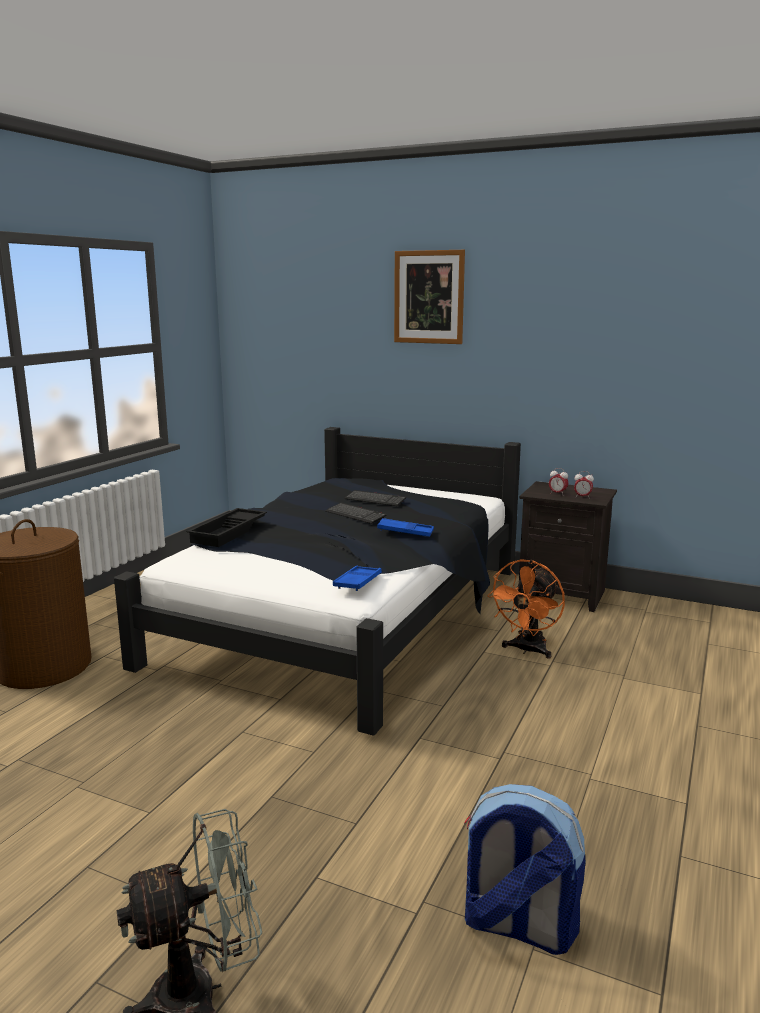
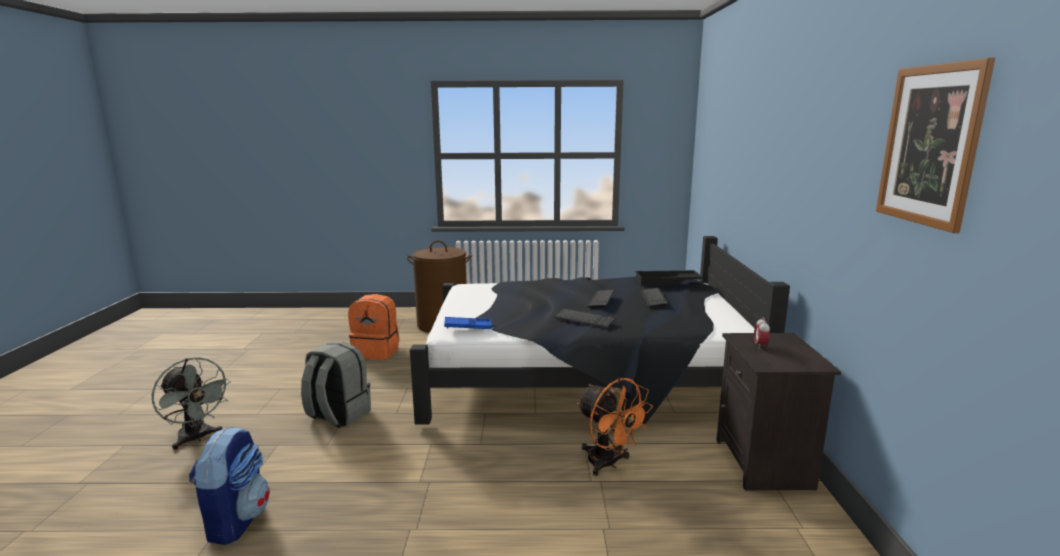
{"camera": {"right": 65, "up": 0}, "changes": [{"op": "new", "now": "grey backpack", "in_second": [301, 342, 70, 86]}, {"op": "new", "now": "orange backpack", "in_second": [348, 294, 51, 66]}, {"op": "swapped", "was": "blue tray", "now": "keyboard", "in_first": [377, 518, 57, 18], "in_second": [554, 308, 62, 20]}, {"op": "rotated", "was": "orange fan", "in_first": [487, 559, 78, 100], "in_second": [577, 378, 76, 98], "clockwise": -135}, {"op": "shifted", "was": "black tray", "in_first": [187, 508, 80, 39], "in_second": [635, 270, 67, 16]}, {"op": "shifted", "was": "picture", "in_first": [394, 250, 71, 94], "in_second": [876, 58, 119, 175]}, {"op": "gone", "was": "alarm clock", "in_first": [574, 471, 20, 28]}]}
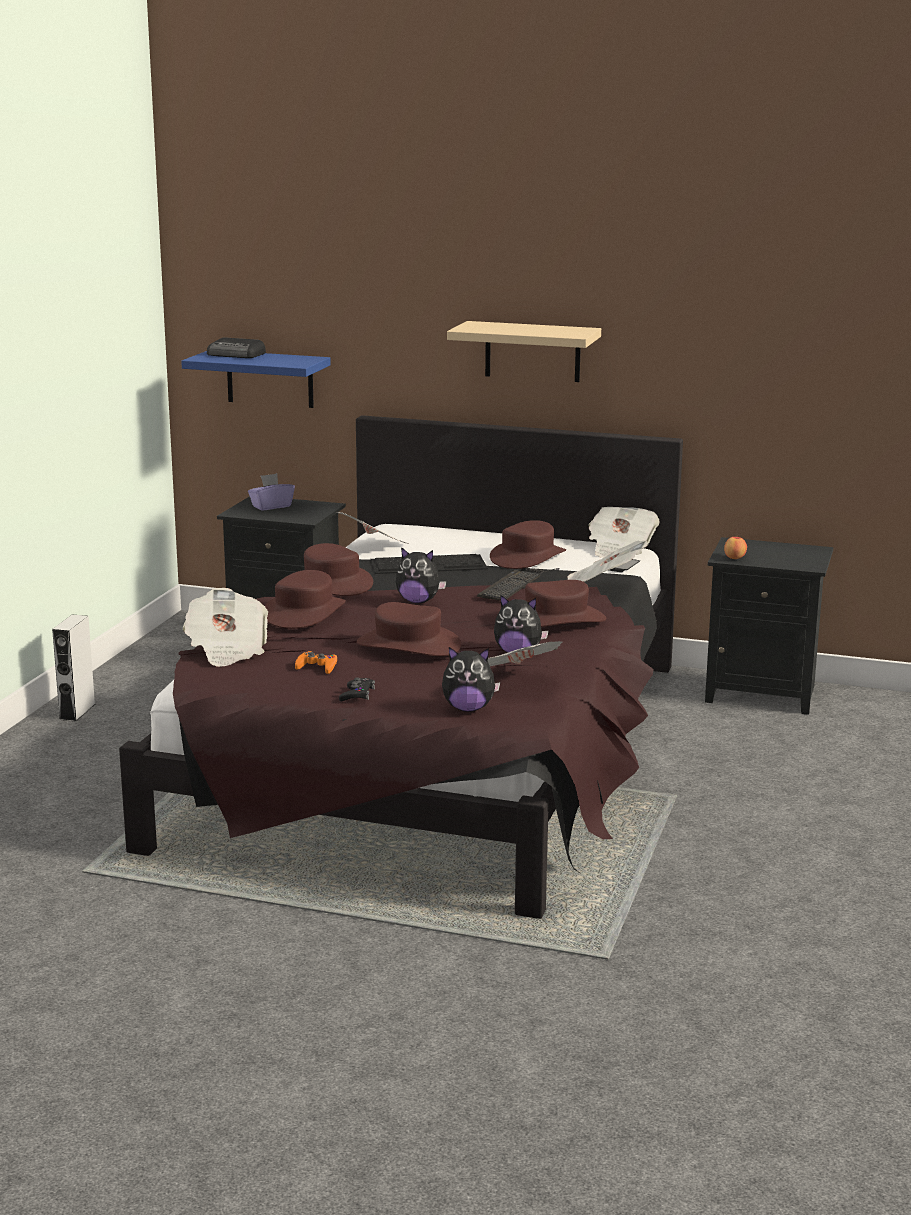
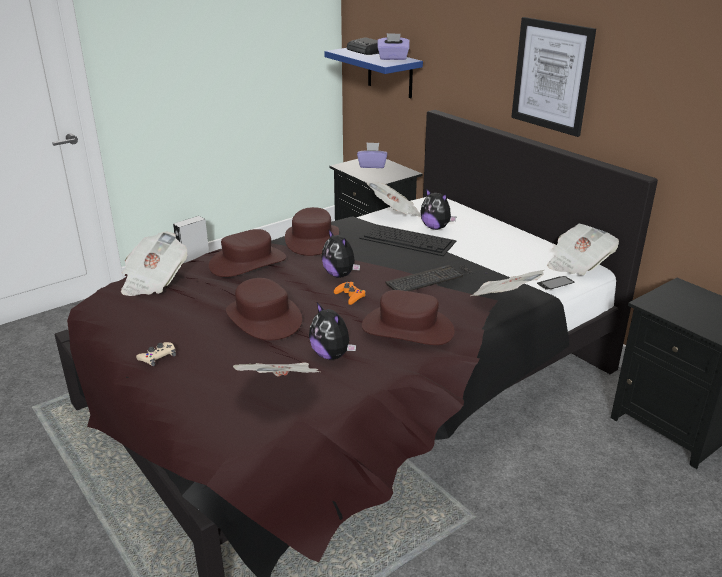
{"camera": {"right": 35, "up": 10}, "changes": [{"op": "repainted", "was": "black game controller", "now": "beige game controller", "in_first": [339, 677, 36, 24], "in_second": [136, 342, 40, 24]}, {"op": "shifted", "was": "orange game controller", "in_first": [295, 651, 42, 23], "in_second": [334, 282, 32, 23]}, {"op": "new", "now": "purple tissue box", "in_second": [378, 33, 32, 27]}, {"op": "shifted", "was": "plush toy", "in_first": [442, 647, 58, 65], "in_second": [420, 188, 36, 42]}, {"op": "swapped", "was": "beige shelf", "now": "picture", "in_first": [447, 321, 154, 61], "in_second": [511, 17, 85, 120]}, {"op": "gone", "was": "brown hat", "in_first": [490, 520, 76, 49]}, {"op": "gone", "was": "apple", "in_first": [724, 537, 23, 22]}]}
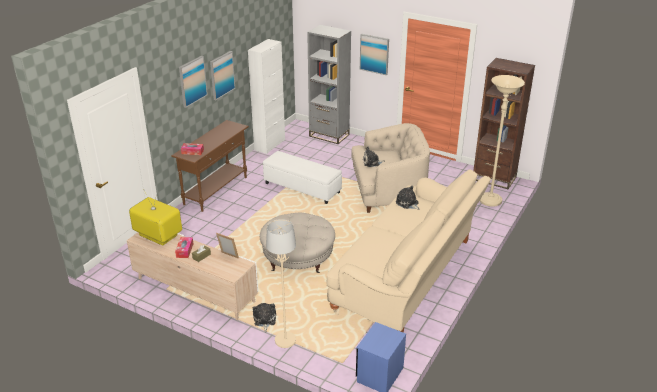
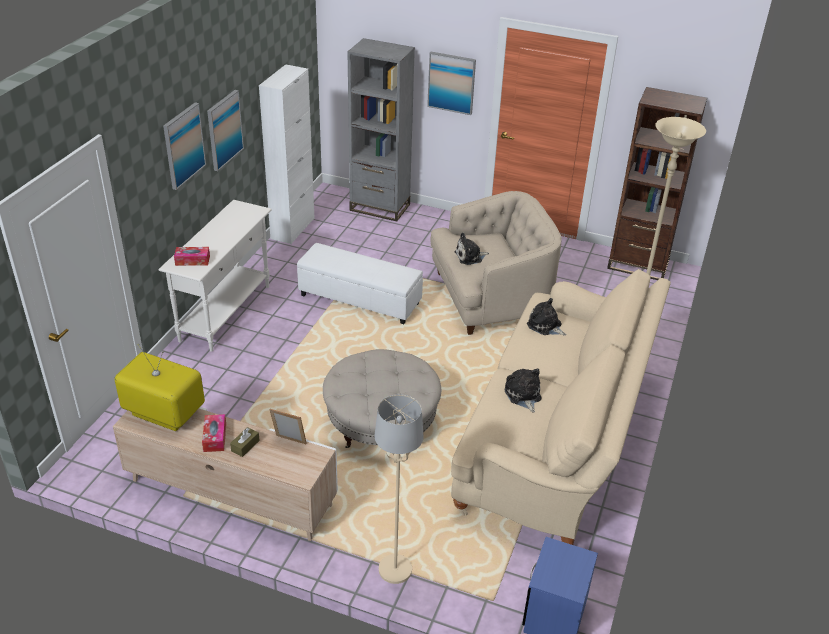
{"camera": {"right": -10, "up": 5}, "changes": [{"op": "repainted", "was": "brown console table", "now": "white console table", "in_first": [171, 120, 78, 92], "in_second": [159, 200, 113, 152]}, {"op": "shifted", "was": "plush toy", "in_first": [253, 303, 23, 29], "in_second": [505, 368, 36, 45]}]}
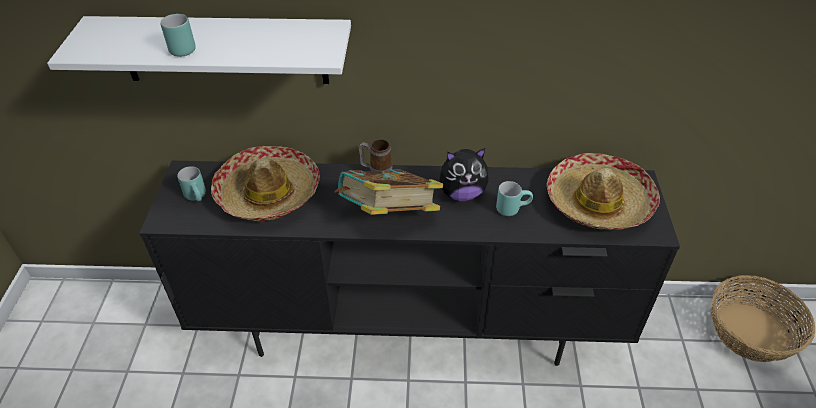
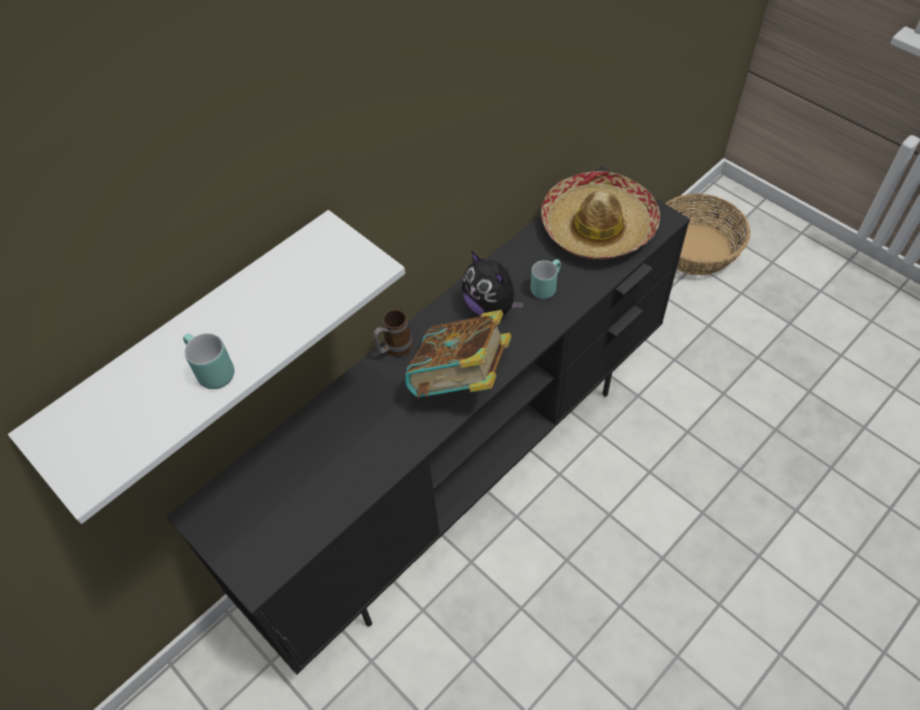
{"camera": {"right": -45, "up": 10}, "changes": [{"op": "rotated", "was": "plush toy", "in_first": [439, 148, 49, 53], "in_second": [462, 250, 62, 66], "clockwise": 105}, {"op": "gone", "was": "turquoise mug", "in_first": [177, 166, 29, 35]}, {"op": "gone", "was": "hat", "in_first": [211, 146, 109, 75]}]}
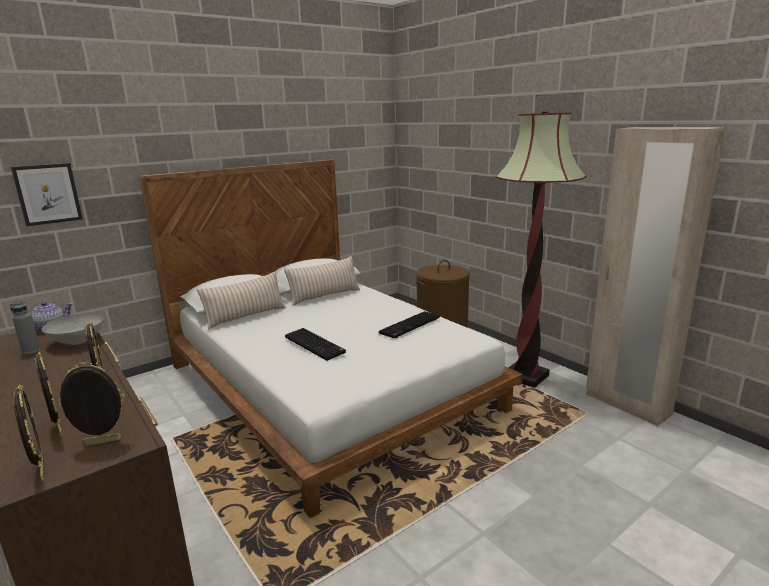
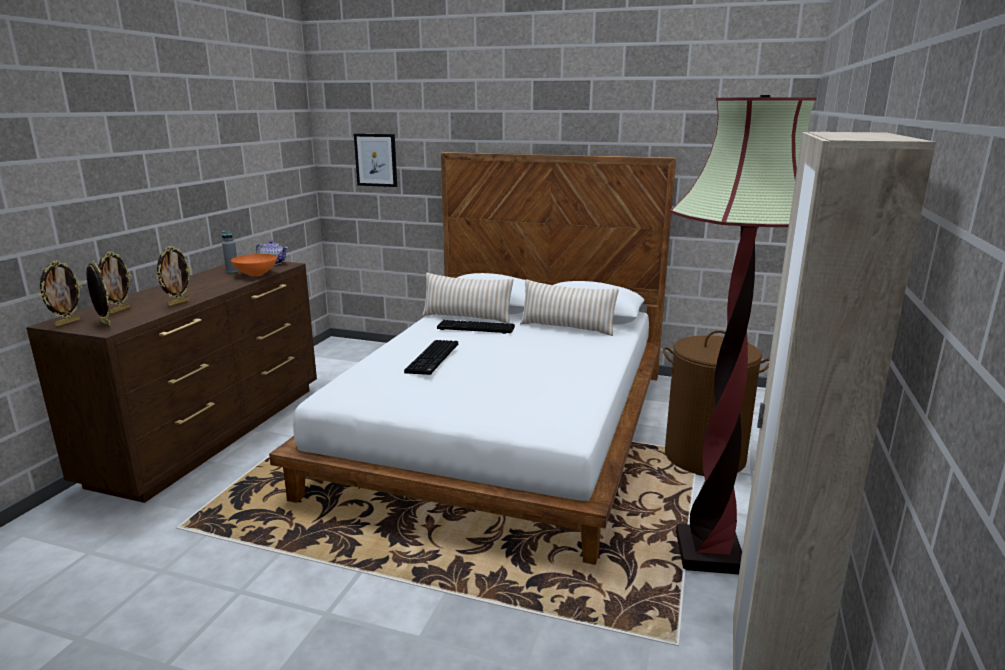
{"camera": {"right": 55, "up": 0}, "changes": [{"op": "repainted", "was": "grey bowl", "now": "orange bowl", "in_first": [42, 313, 62, 32], "in_second": [231, 254, 46, 22]}, {"op": "shifted", "was": "keyboard", "in_first": [379, 311, 61, 27], "in_second": [437, 320, 78, 14]}]}
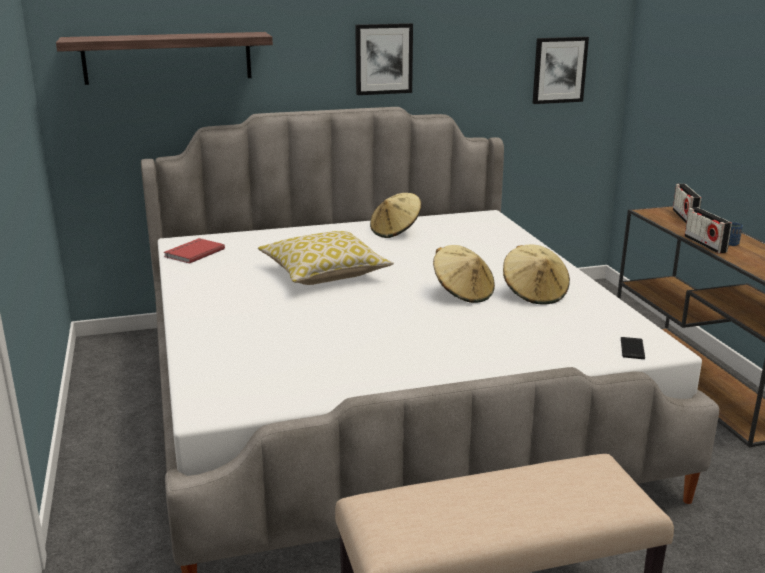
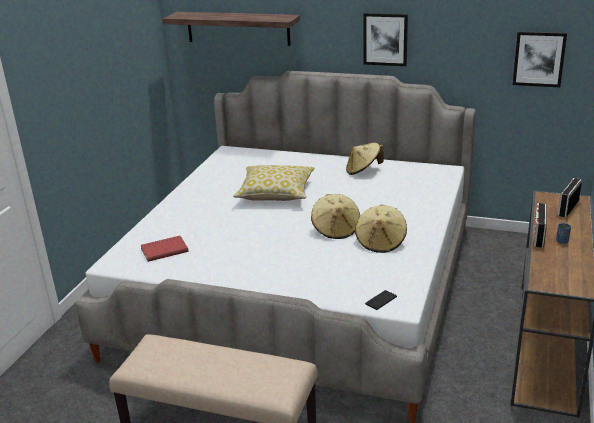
{"camera": {"right": 35, "up": 5}, "changes": [{"op": "shifted", "was": "red book", "in_first": [164, 238, 61, 26], "in_second": [141, 236, 48, 26]}]}
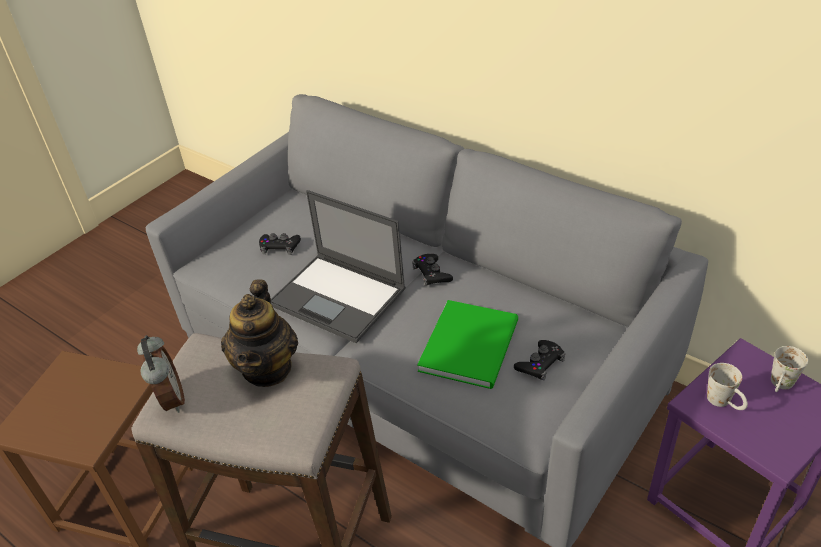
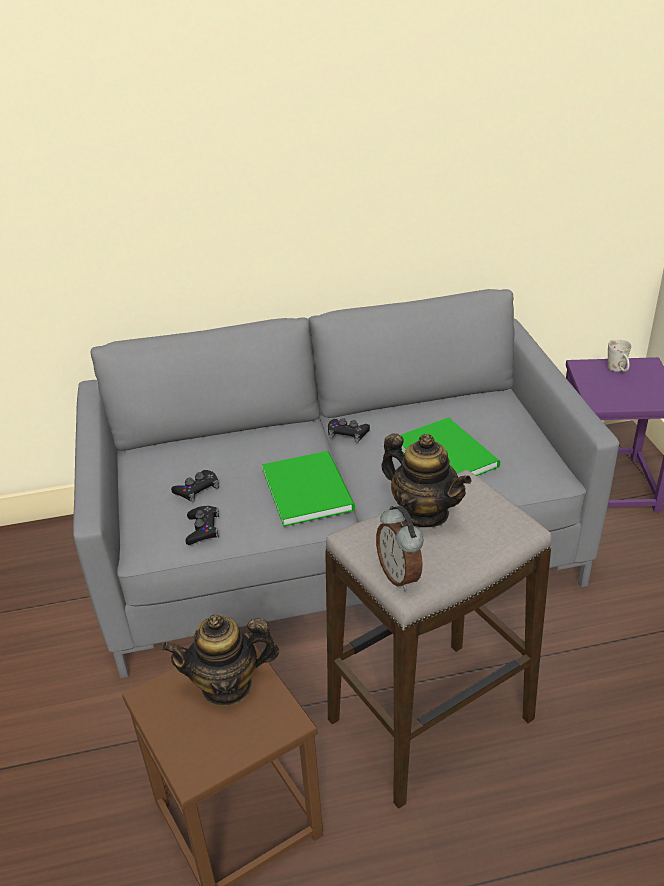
{"camera": {"right": -50, "up": -5}, "changes": [{"op": "new", "now": "teapot", "in_second": [162, 614, 117, 92]}, {"op": "shifted", "was": "black game controller", "in_first": [514, 340, 51, 41], "in_second": [185, 506, 34, 39]}, {"op": "swapped", "was": "laptop", "now": "green book", "in_first": [271, 190, 135, 153], "in_second": [262, 451, 93, 76]}, {"op": "rotated", "was": "alarm clock", "in_first": [137, 335, 48, 78], "in_second": [376, 506, 47, 85], "clockwise": -135}, {"op": "gone", "was": "white mug", "in_first": [707, 363, 41, 47]}]}
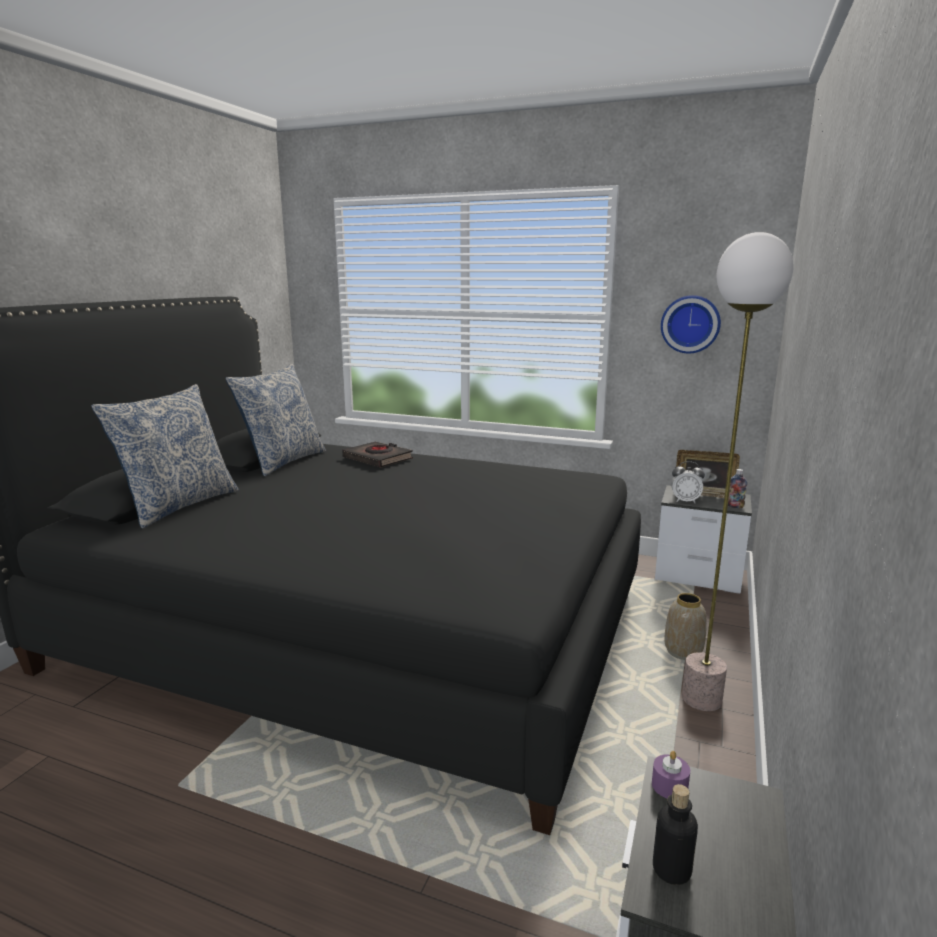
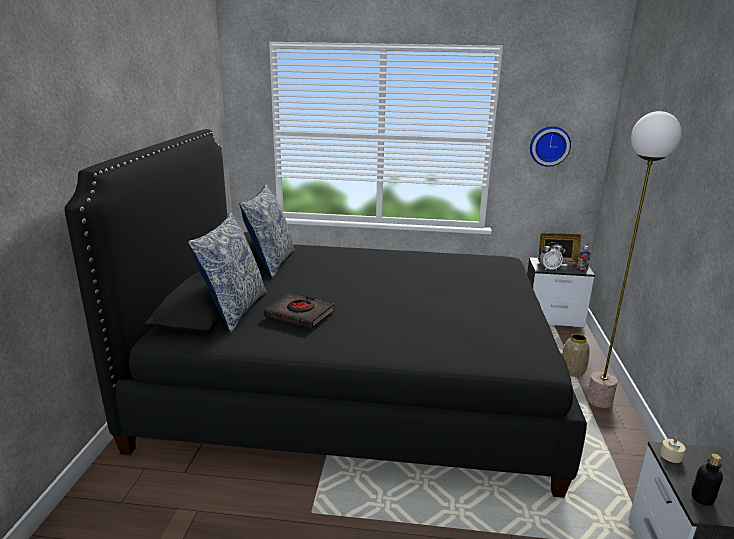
{"camera": {"right": -15, "up": 5}, "changes": [{"op": "shifted", "was": "black book", "in_first": [342, 442, 71, 26], "in_second": [264, 294, 70, 35]}, {"op": "repainted", "was": "purple candle", "now": "beige candle", "in_first": [652, 751, 38, 47], "in_second": [660, 436, 25, 27]}]}
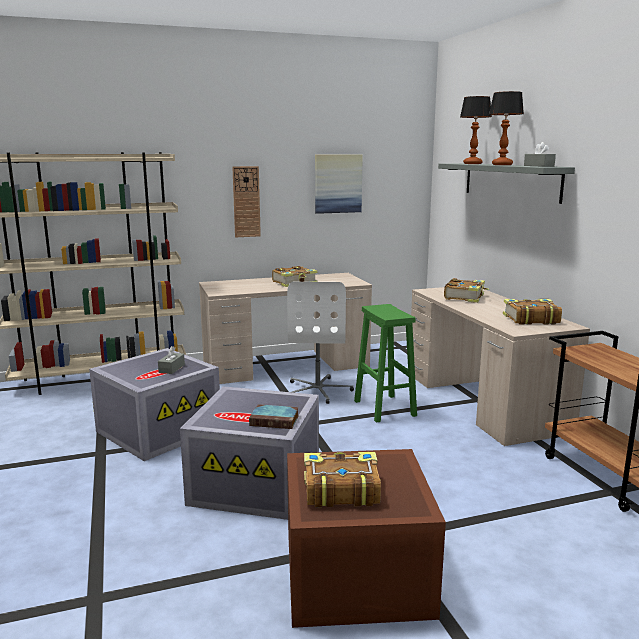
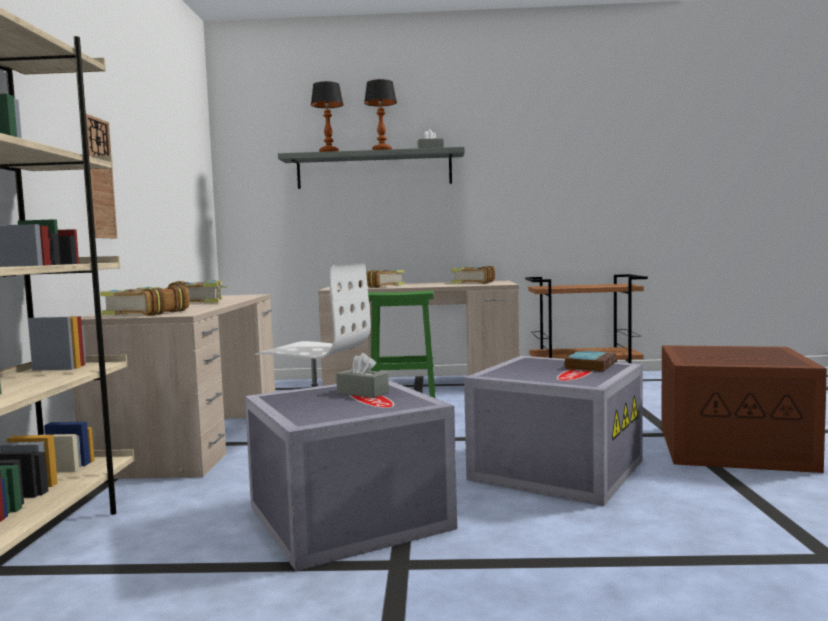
{"camera": {"right": -70, "up": -10}, "changes": [{"op": "shifted", "was": "book", "in_first": [304, 452, 77, 55], "in_second": [100, 286, 89, 30]}, {"op": "gone", "was": "picture", "in_first": [315, 154, 48, 60]}]}
